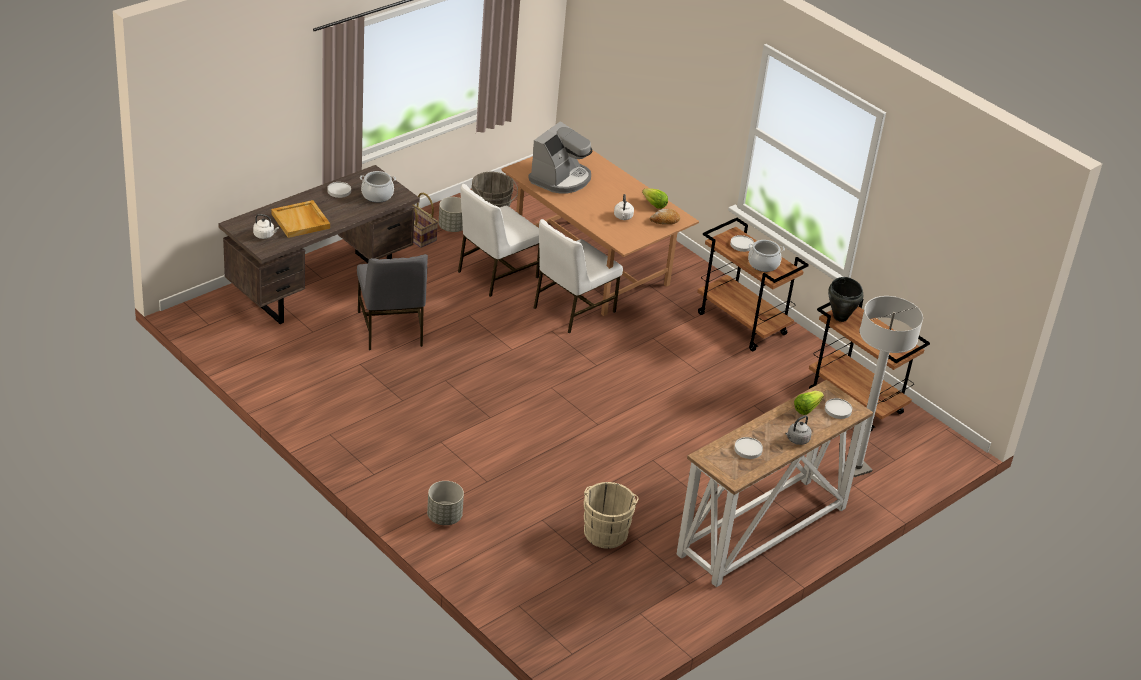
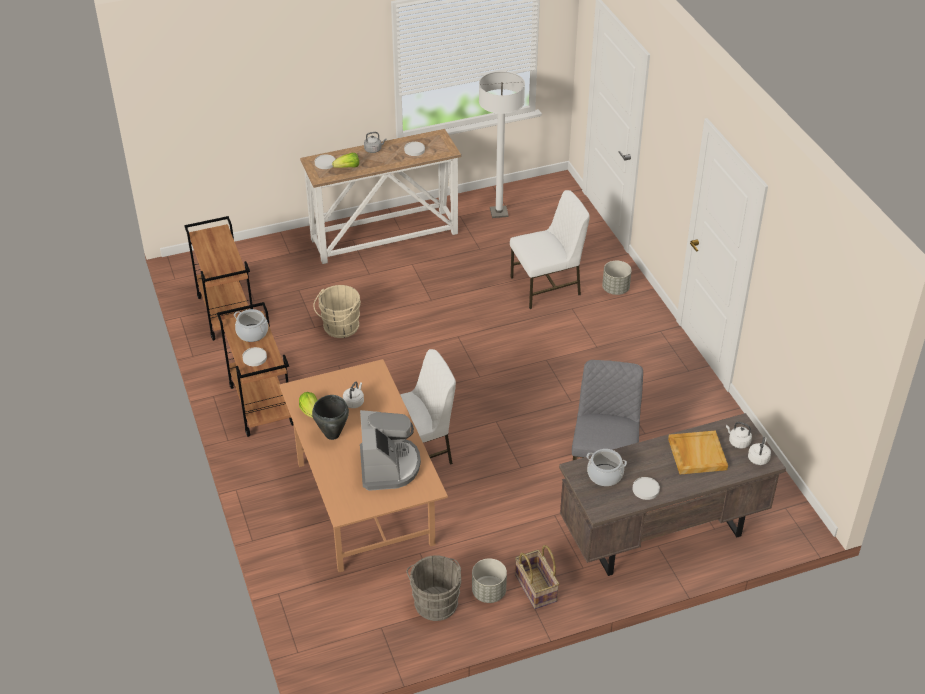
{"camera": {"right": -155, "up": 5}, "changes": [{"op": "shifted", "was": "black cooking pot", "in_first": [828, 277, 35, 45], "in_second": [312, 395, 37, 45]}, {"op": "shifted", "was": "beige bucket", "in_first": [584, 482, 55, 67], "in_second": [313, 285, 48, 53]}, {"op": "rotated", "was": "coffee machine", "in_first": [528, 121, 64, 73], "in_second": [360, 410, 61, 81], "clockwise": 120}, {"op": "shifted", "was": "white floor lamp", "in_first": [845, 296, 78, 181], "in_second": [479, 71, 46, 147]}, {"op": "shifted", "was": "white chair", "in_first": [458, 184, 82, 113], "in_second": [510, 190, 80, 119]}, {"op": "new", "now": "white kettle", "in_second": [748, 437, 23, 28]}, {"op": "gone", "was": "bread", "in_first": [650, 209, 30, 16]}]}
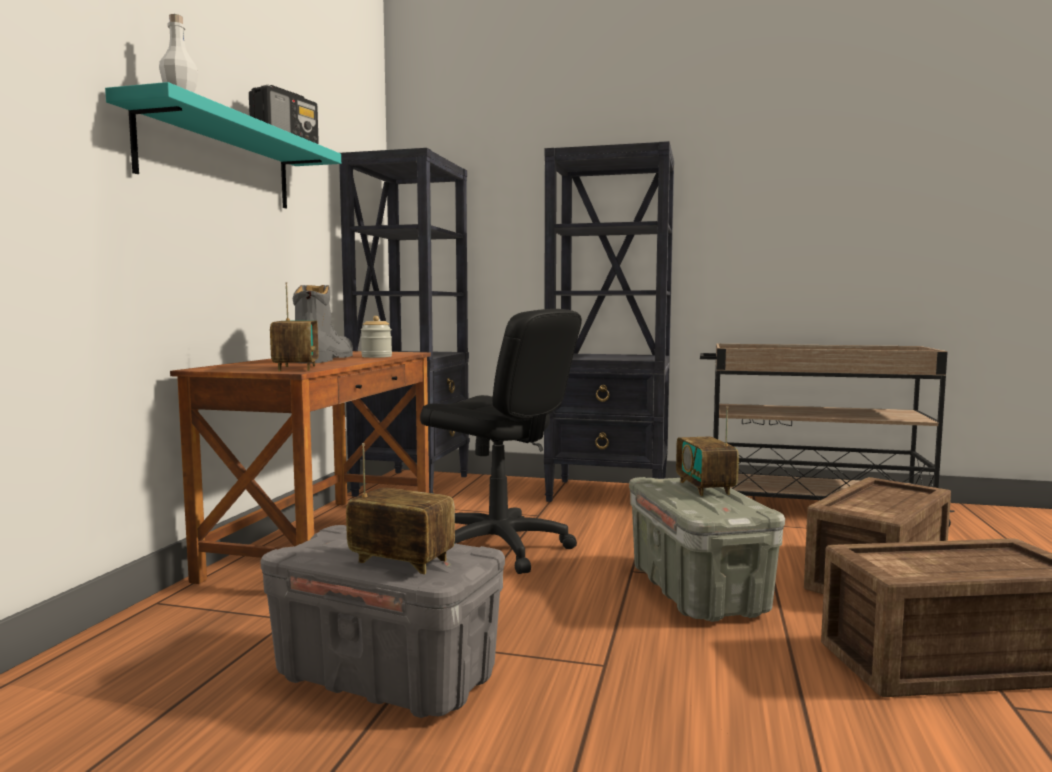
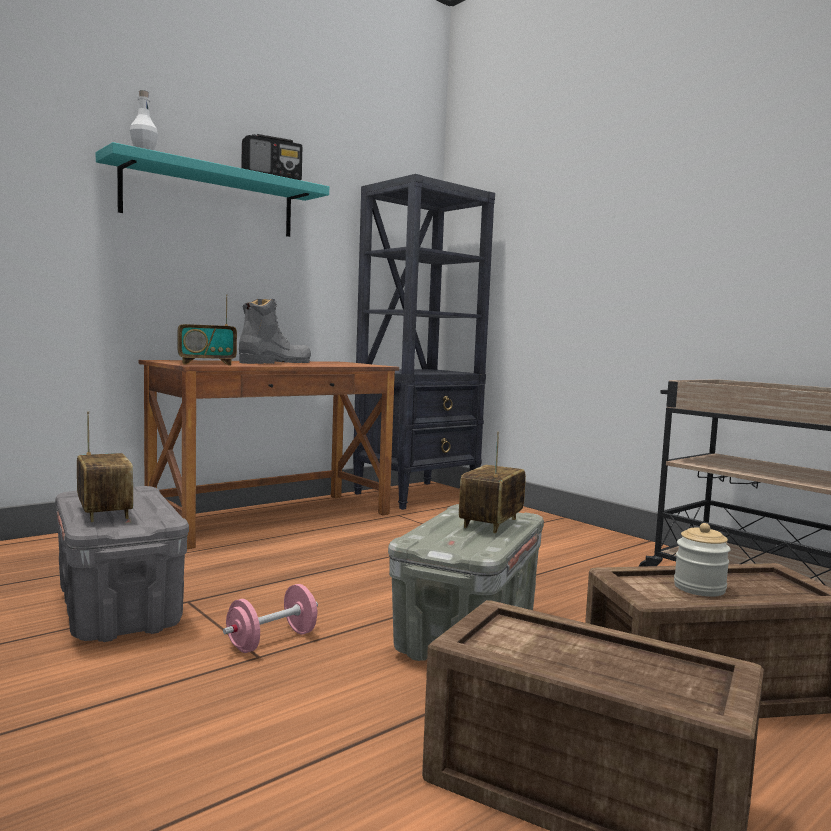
{"camera": {"right": 35, "up": 0}, "changes": [{"op": "rotated", "was": "radio", "in_first": [270, 283, 48, 88], "in_second": [178, 294, 59, 71], "clockwise": 45}, {"op": "new", "now": "pink dumbbell", "in_second": [223, 584, 95, 69]}, {"op": "shifted", "was": "jar", "in_first": [361, 316, 31, 42], "in_second": [674, 523, 57, 74]}, {"op": "gone", "was": "black office chair", "in_first": [420, 309, 162, 265]}, {"op": "gone", "was": "black bookcase", "in_first": [544, 141, 130, 361]}]}
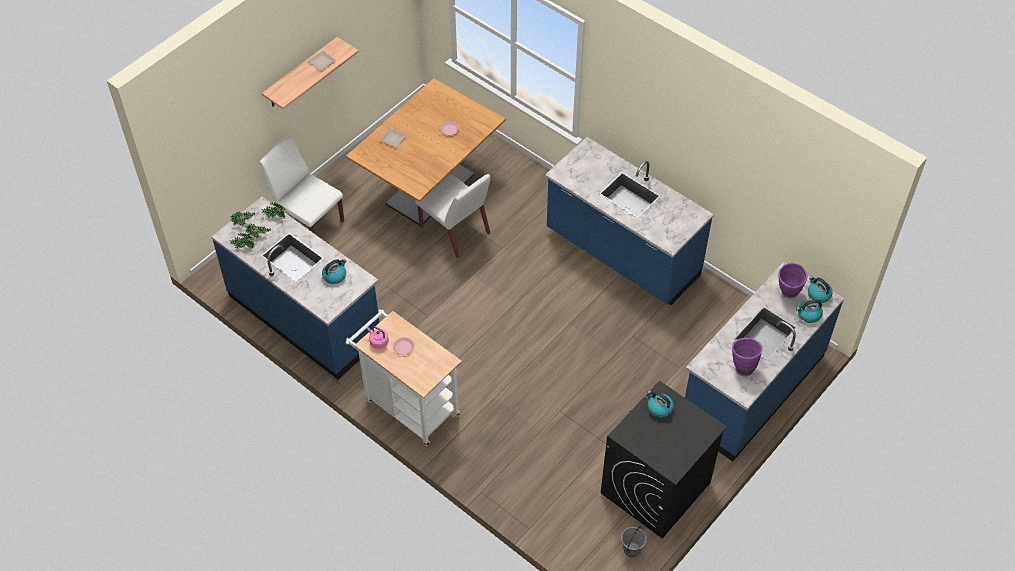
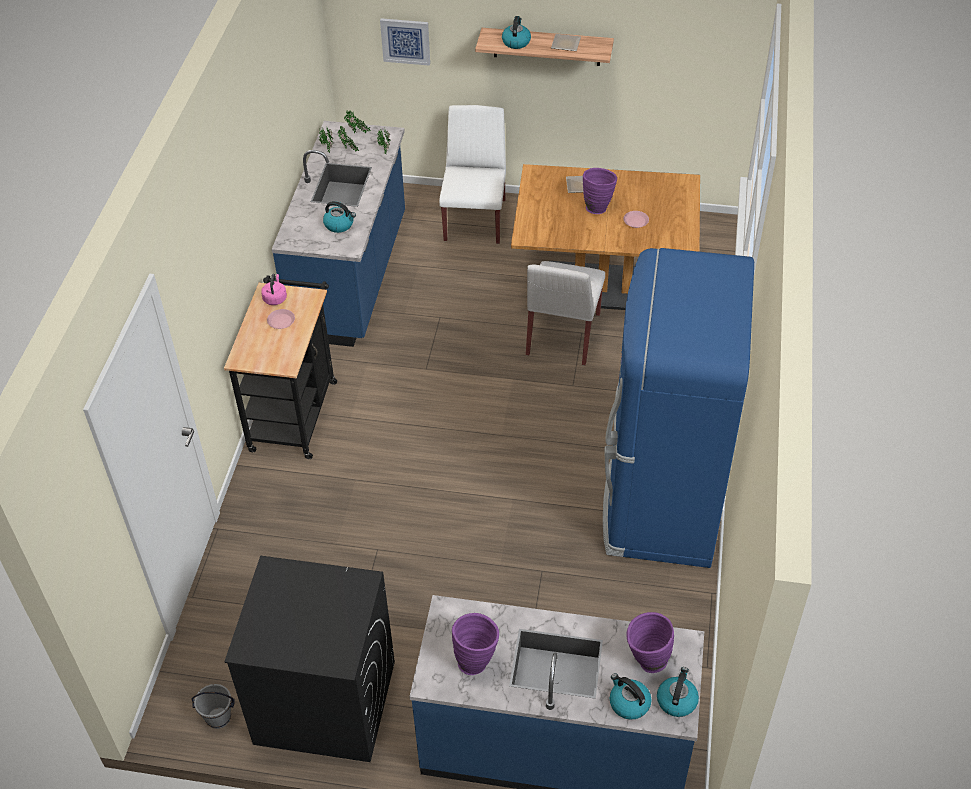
{"camera": {"right": 60, "up": -5}, "changes": [{"op": "repainted", "was": "white cart", "now": "black cart", "in_first": [346, 309, 116, 137], "in_second": [224, 275, 113, 184]}, {"op": "new", "now": "picture", "in_second": [380, 18, 50, 48]}, {"op": "shifted", "was": "kettle", "in_first": [647, 390, 27, 28], "in_second": [502, 16, 29, 33]}, {"op": "new", "now": "purple vase", "in_second": [583, 168, 34, 46]}, {"op": "swapped", "was": "blue counter", "now": "blue fridge", "in_first": [545, 137, 169, 168], "in_second": [603, 248, 151, 320]}]}
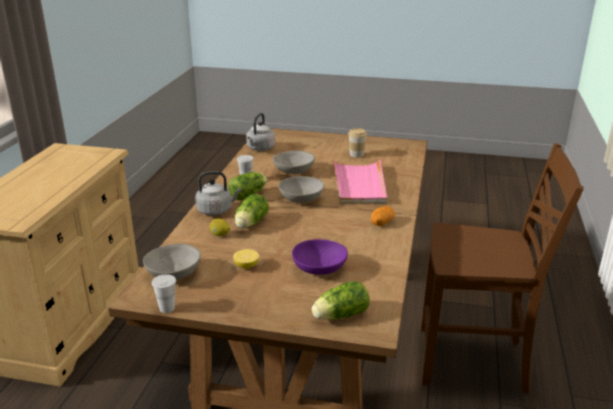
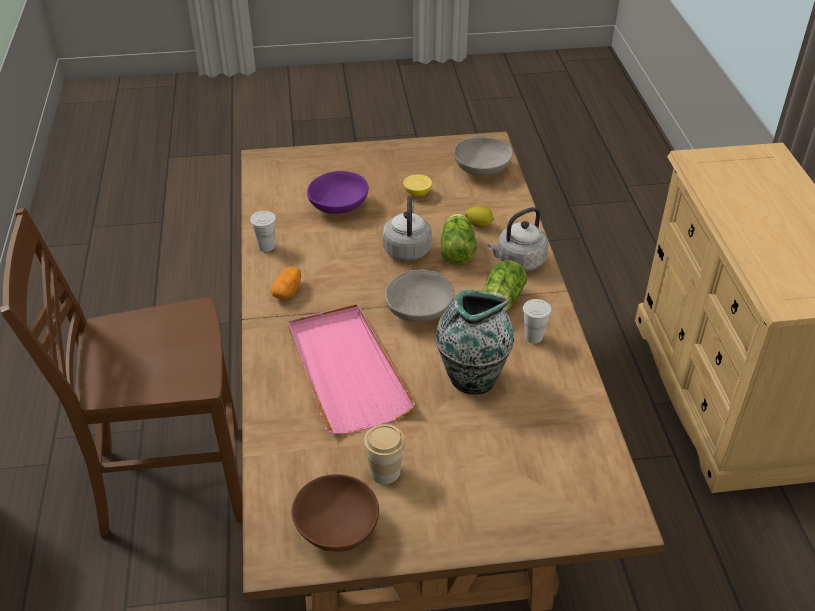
{"camera": {"right": 160, "up": 15}, "changes": [{"op": "shifted", "was": "white cup", "in_first": [152, 274, 24, 39], "in_second": [250, 211, 26, 41]}, {"op": "new", "now": "brown bowl", "in_second": [292, 474, 87, 78]}, {"op": "shifted", "was": "grey kettle", "in_first": [246, 113, 29, 38], "in_second": [383, 195, 49, 65]}, {"op": "swapped", "was": "grey bowl", "now": "vase", "in_first": [273, 151, 42, 23], "in_second": [436, 289, 78, 106]}, {"op": "gone", "was": "lettuce", "in_first": [312, 281, 58, 39]}]}
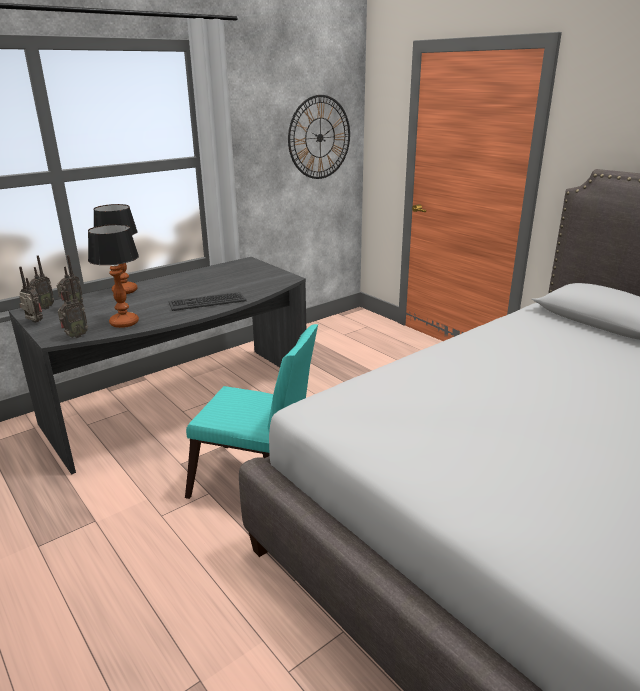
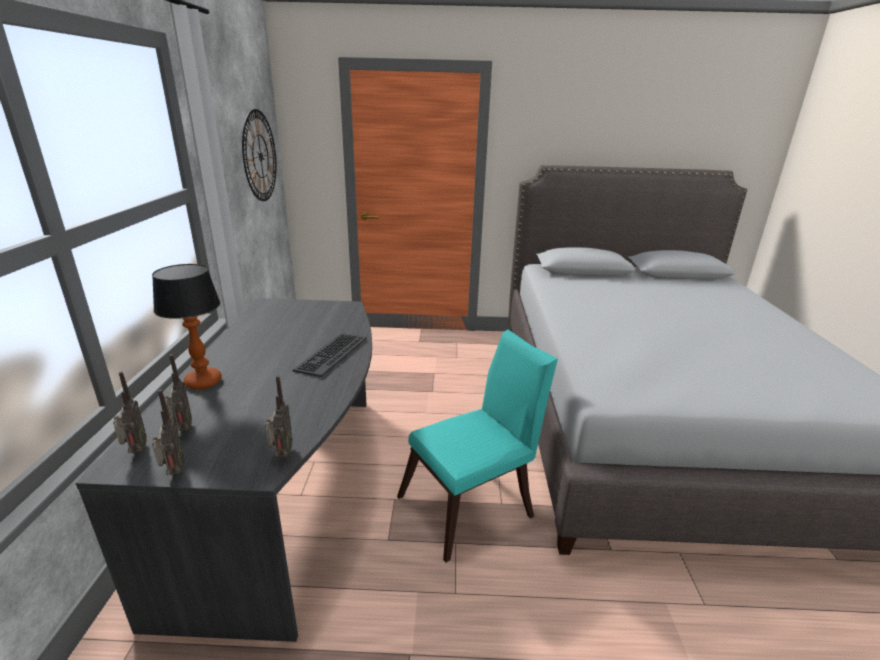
{"camera": {"right": -50, "up": 0}, "changes": [{"op": "rotated", "was": "radio", "in_first": [19, 266, 24, 57], "in_second": [152, 389, 32, 87], "clockwise": 90}, {"op": "gone", "was": "table lamp", "in_first": [88, 224, 51, 104]}]}
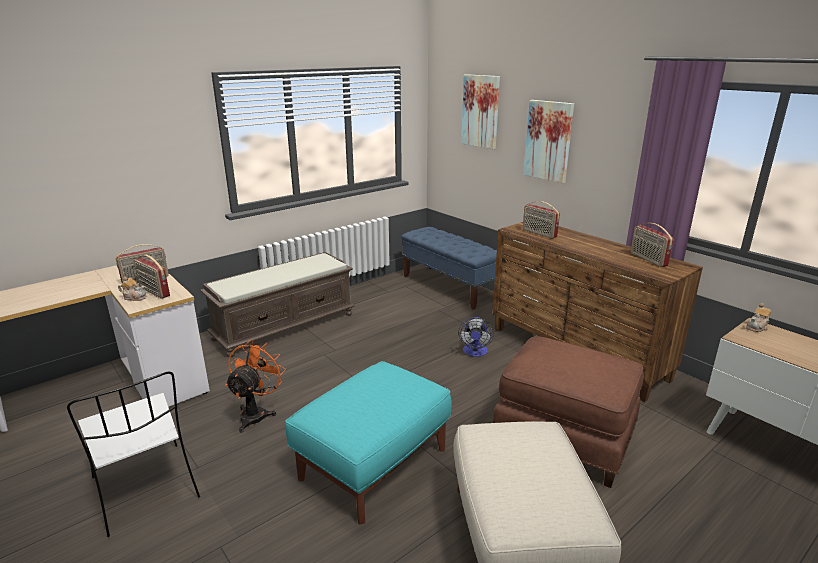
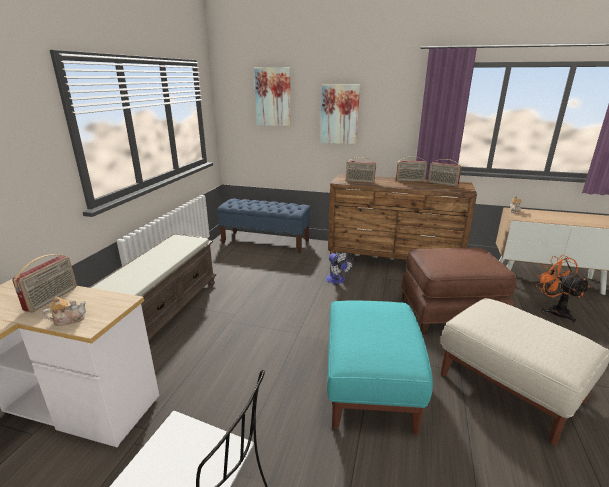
{"camera": {"right": -35, "up": 0}, "changes": [{"op": "shifted", "was": "radio", "in_first": [134, 255, 36, 44], "in_second": [396, 156, 31, 26]}, {"op": "shifted", "was": "orange fan", "in_first": [225, 340, 61, 93], "in_second": [536, 255, 54, 68]}]}
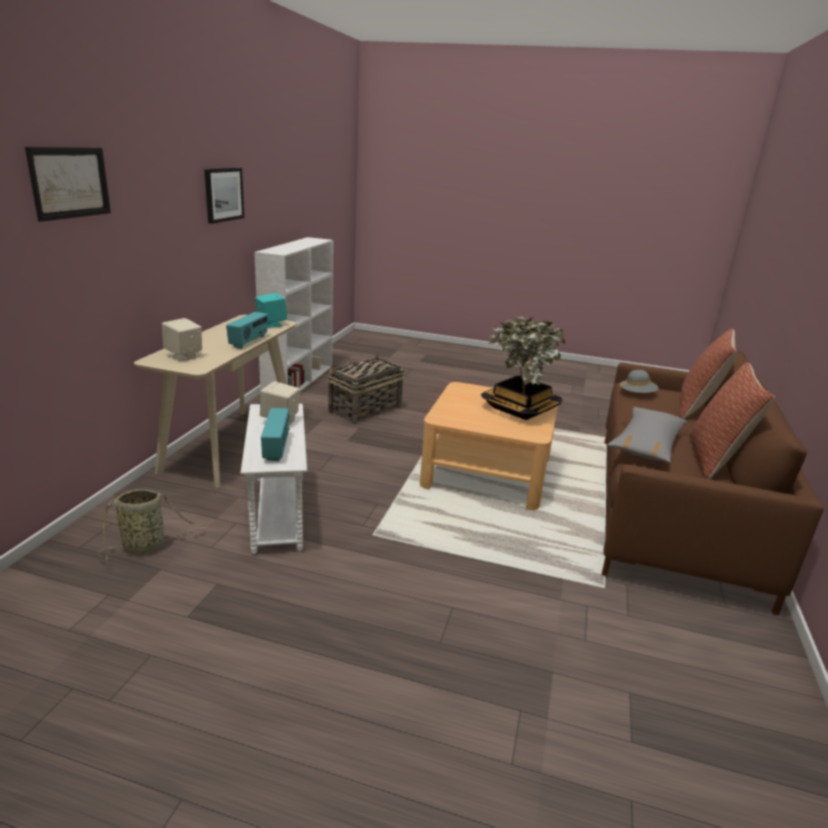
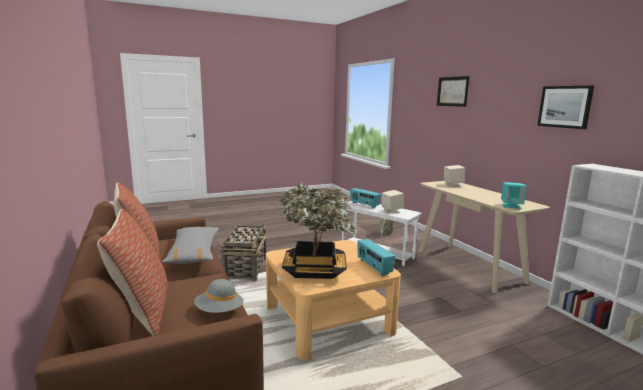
{"camera": {"right": 140, "up": -10}, "changes": [{"op": "shifted", "was": "basket", "in_first": [327, 354, 77, 70], "in_second": [220, 223, 47, 58]}, {"op": "shifted", "was": "radio", "in_first": [226, 312, 42, 37], "in_second": [357, 239, 38, 37]}]}
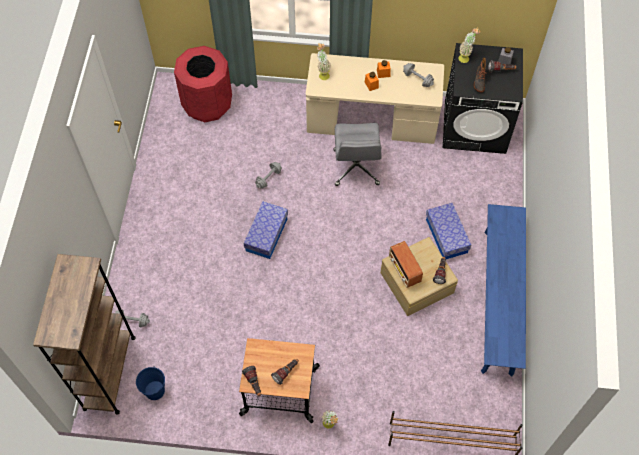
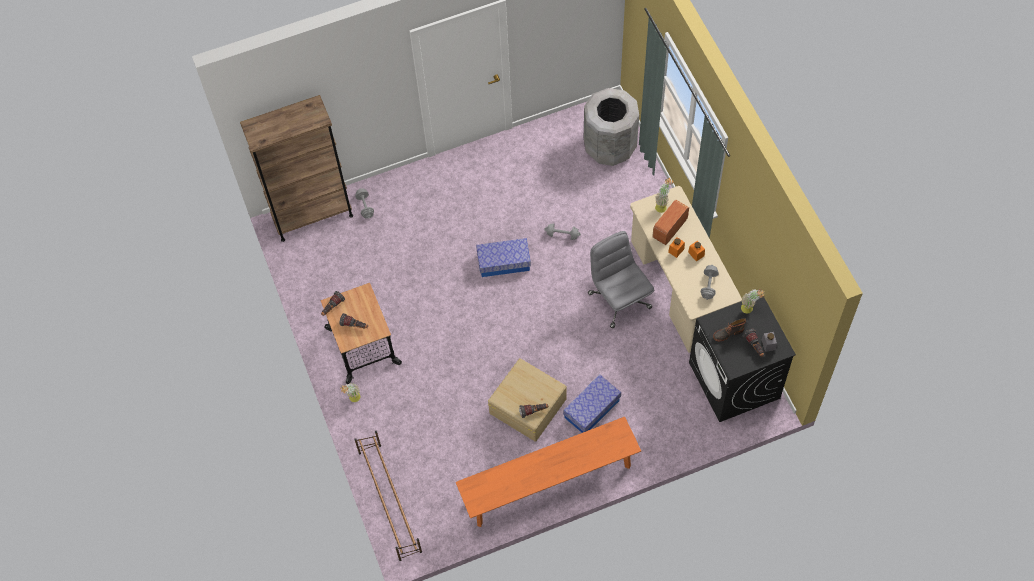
{"camera": {"right": 65, "up": 0}, "changes": [{"op": "repainted", "was": "blue bench", "now": "orange bench", "in_first": [481, 204, 45, 173], "in_second": [456, 417, 185, 110]}, {"op": "repainted", "was": "red trash can", "now": "grey trash can", "in_first": [174, 46, 58, 76], "in_second": [584, 88, 55, 78]}, {"op": "rotated", "was": "grey office chair", "in_first": [334, 123, 47, 63], "in_second": [588, 231, 66, 97], "clockwise": 90}, {"op": "shifted", "was": "radio", "in_first": [389, 241, 34, 47], "in_second": [652, 200, 37, 45]}, {"op": "gone", "was": "blue bucket", "in_first": [136, 366, 29, 34]}]}
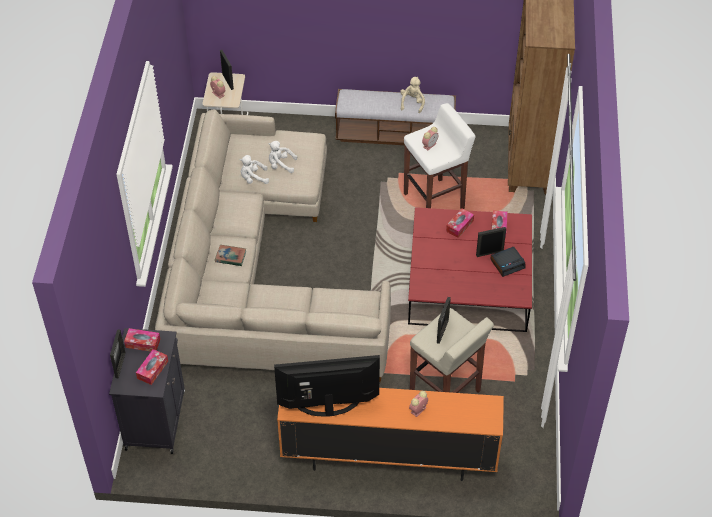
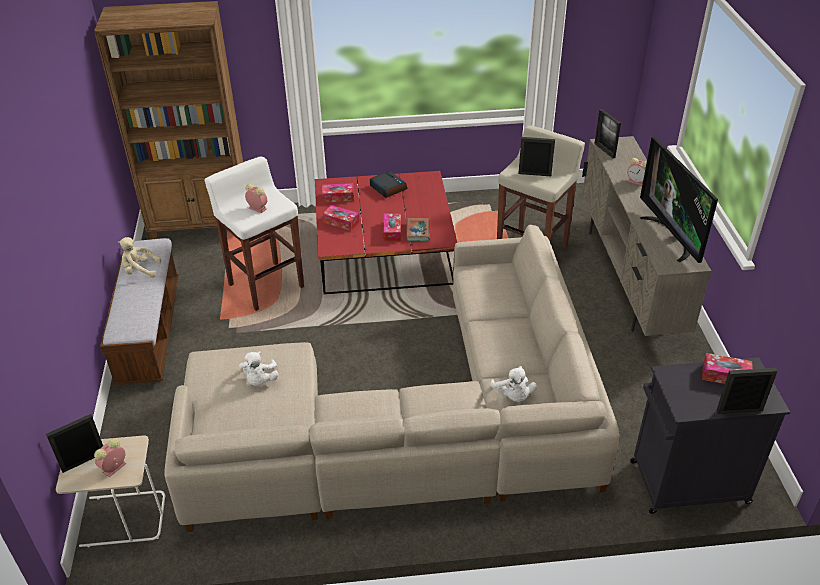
{"camera": {"right": -100, "up": -10}, "changes": [{"op": "shifted", "was": "tissue box", "in_first": [124, 328, 36, 24], "in_second": [383, 213, 18, 29]}, {"op": "shifted", "was": "book", "in_first": [215, 245, 31, 21], "in_second": [406, 218, 24, 23]}, {"op": "shifted", "was": "white plush toy", "in_first": [240, 155, 29, 29], "in_second": [490, 366, 47, 36]}, {"op": "repainted", "was": "orange tv stand", "now": "beige tv stand", "in_first": [277, 388, 227, 93], "in_second": [582, 136, 129, 200]}, {"op": "shifted", "was": "picture frame", "in_first": [476, 227, 30, 30], "in_second": [594, 109, 27, 49]}]}
